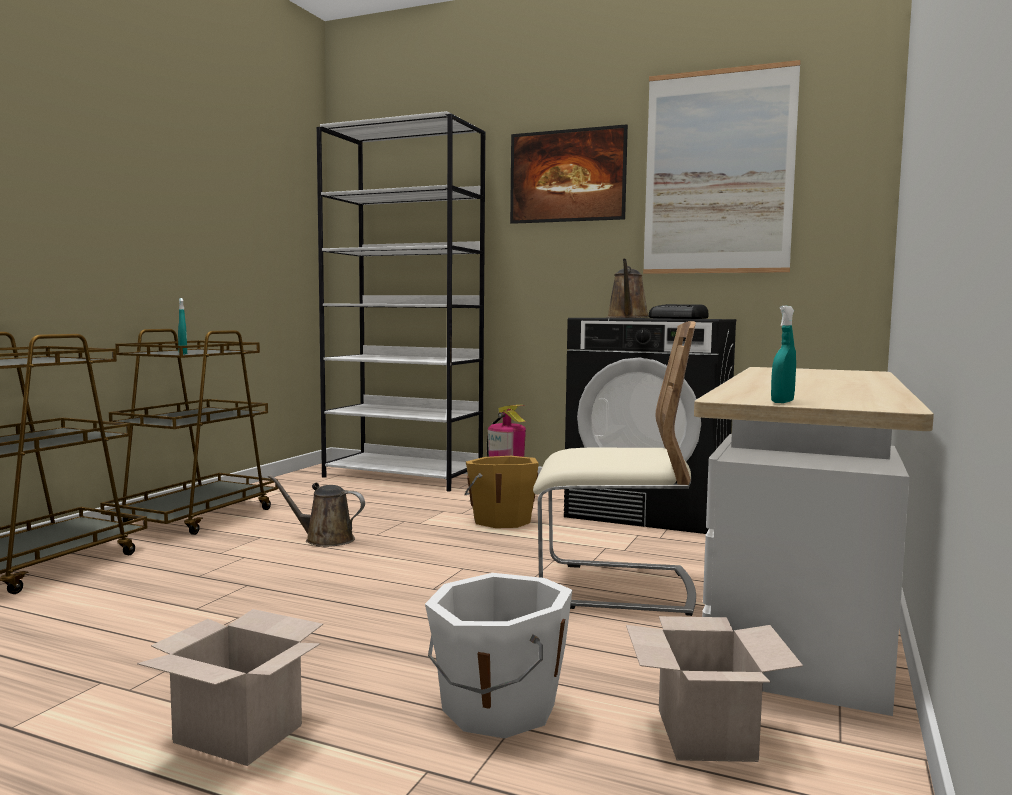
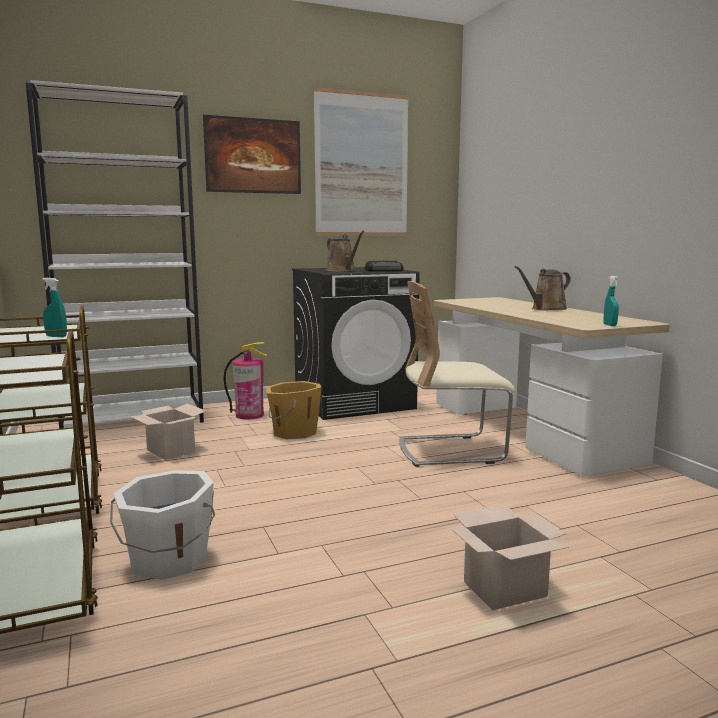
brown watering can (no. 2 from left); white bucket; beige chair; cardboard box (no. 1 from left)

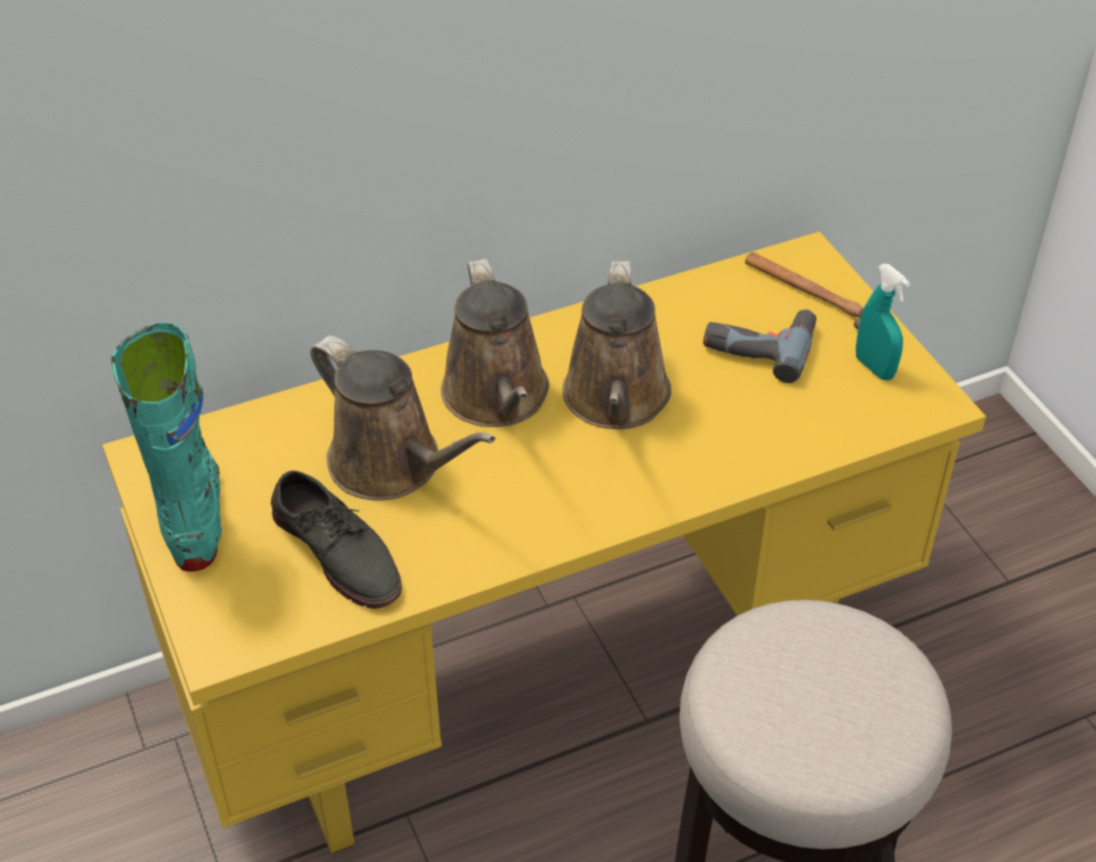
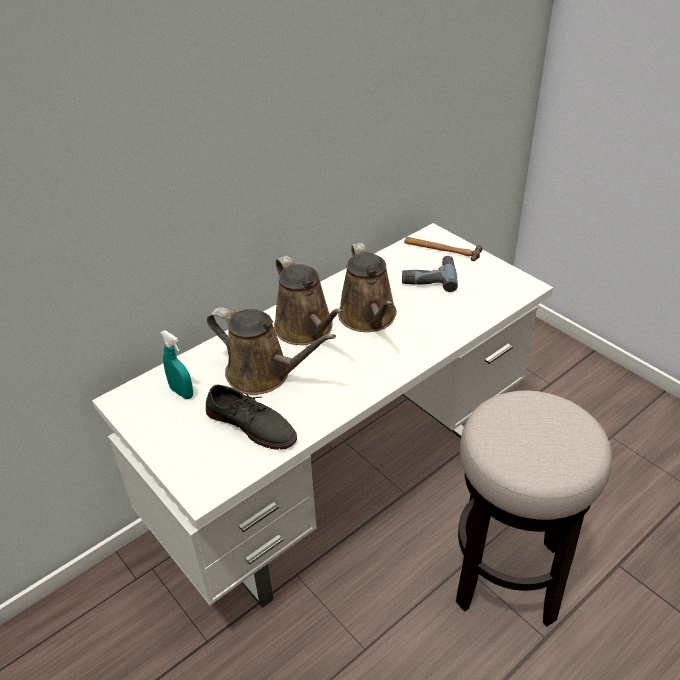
white desk; turquoise boot; turquoise spray bottle

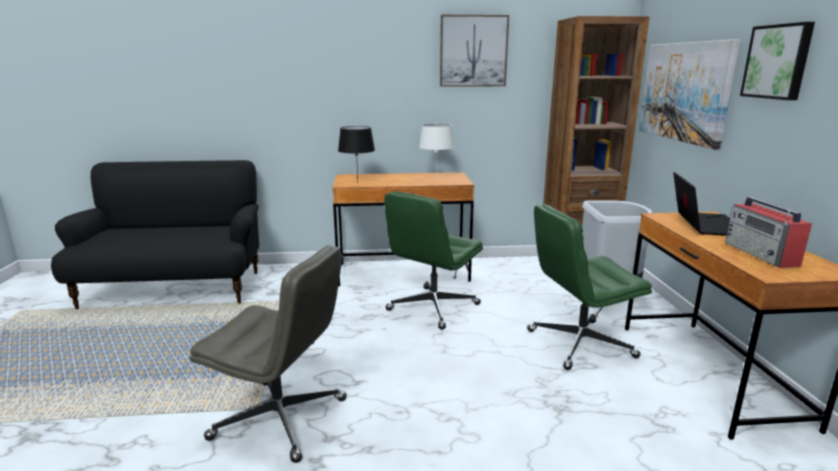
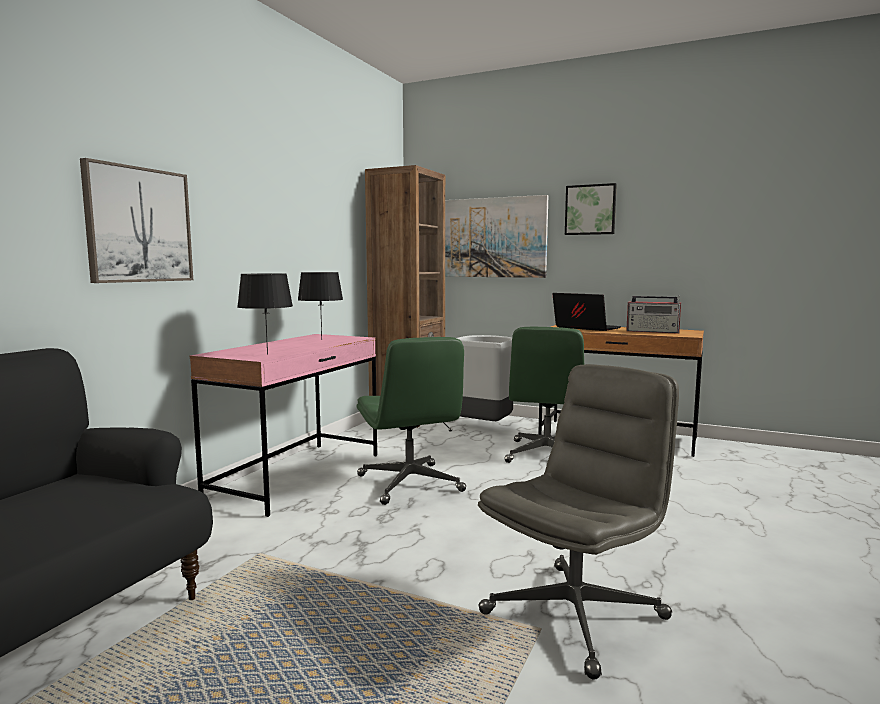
pink desk; black table lamp (no. 2 from left); picture (no. 1 from left)

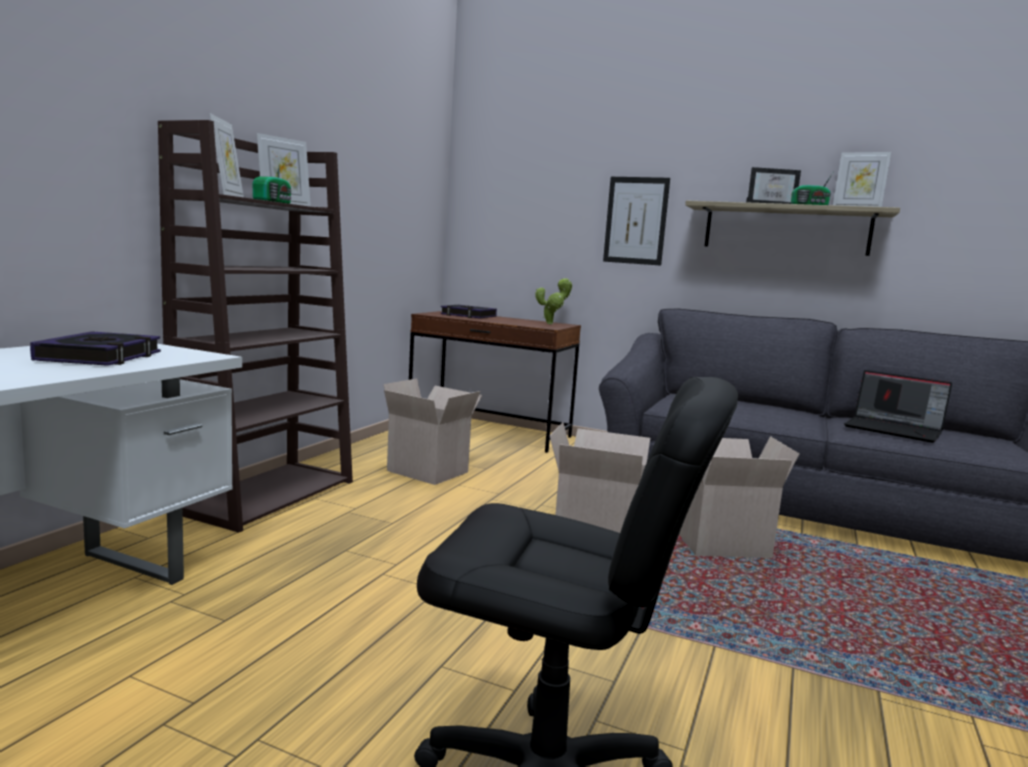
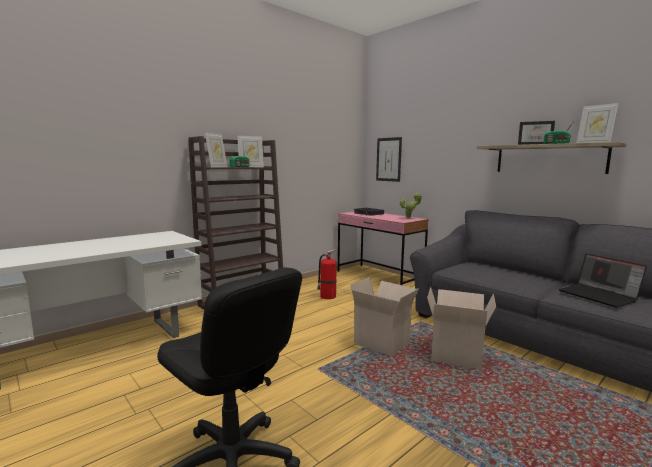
book (no. 1 from left in the first image); fire extinguisher; pink desk; picture

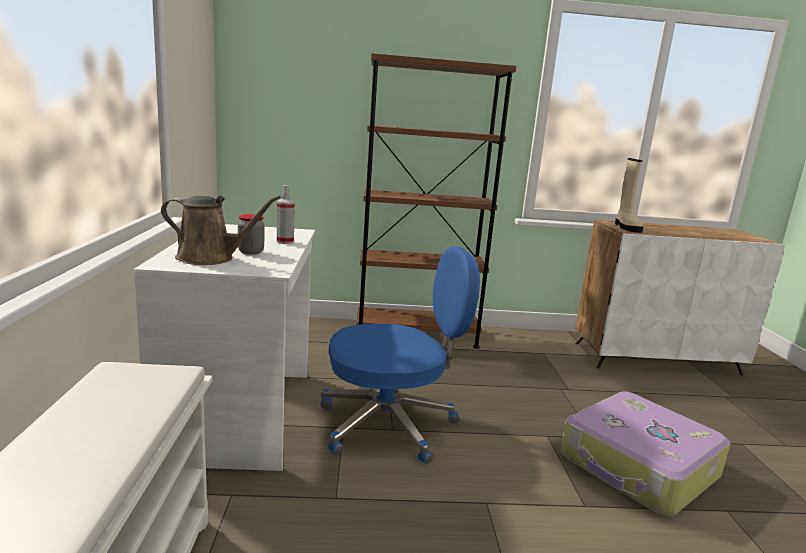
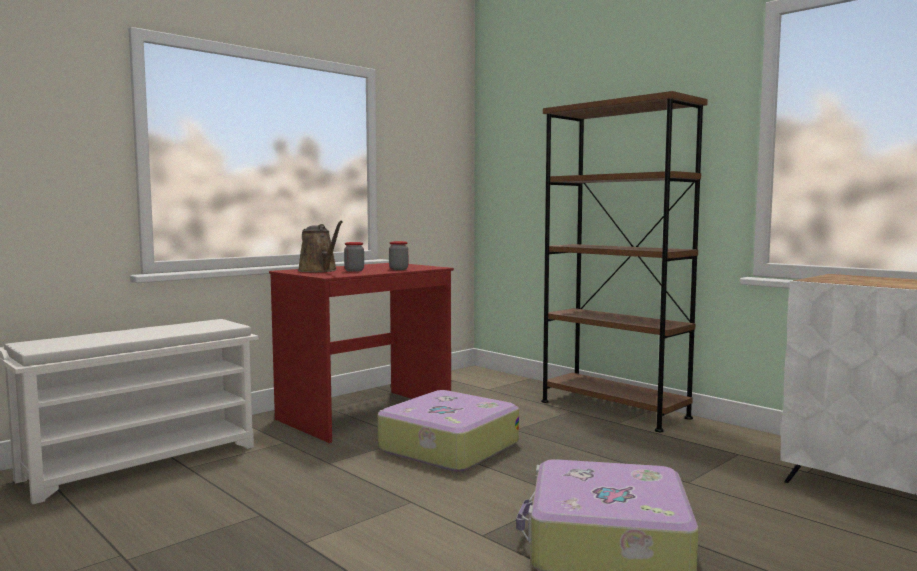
red desk; jar (no. 2 from left); suitcase (no. 1 from left); beige boot

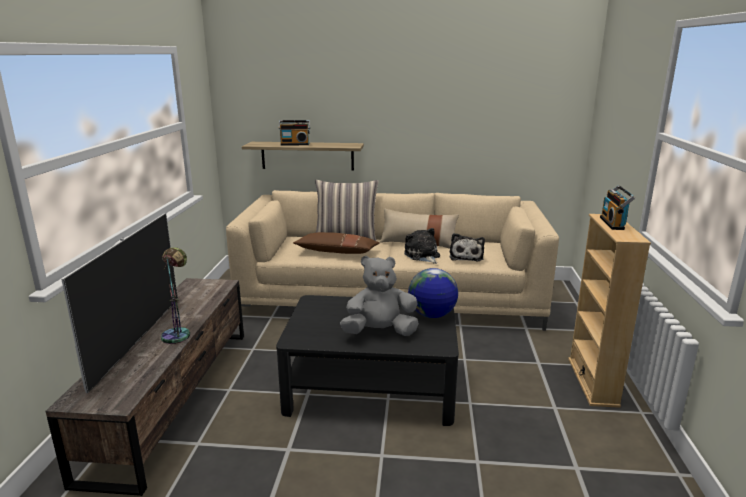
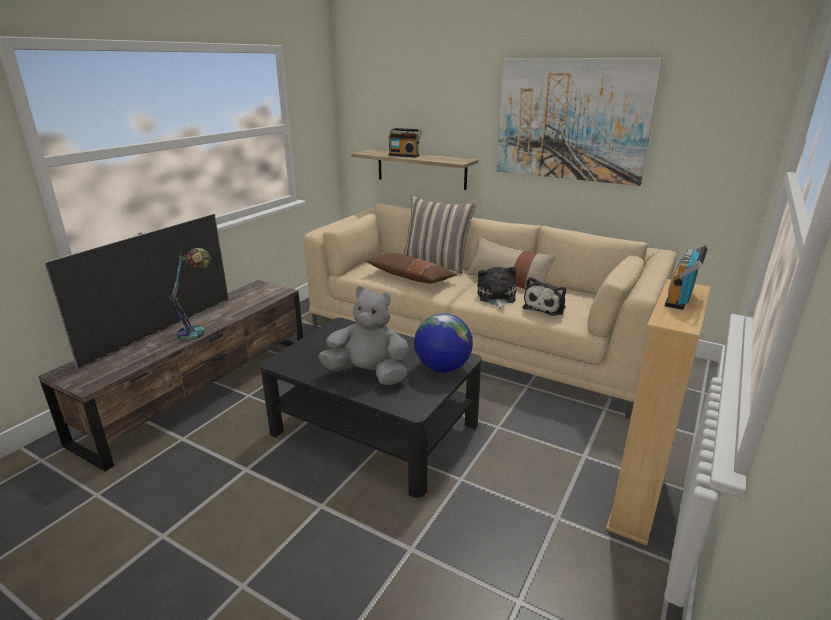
picture

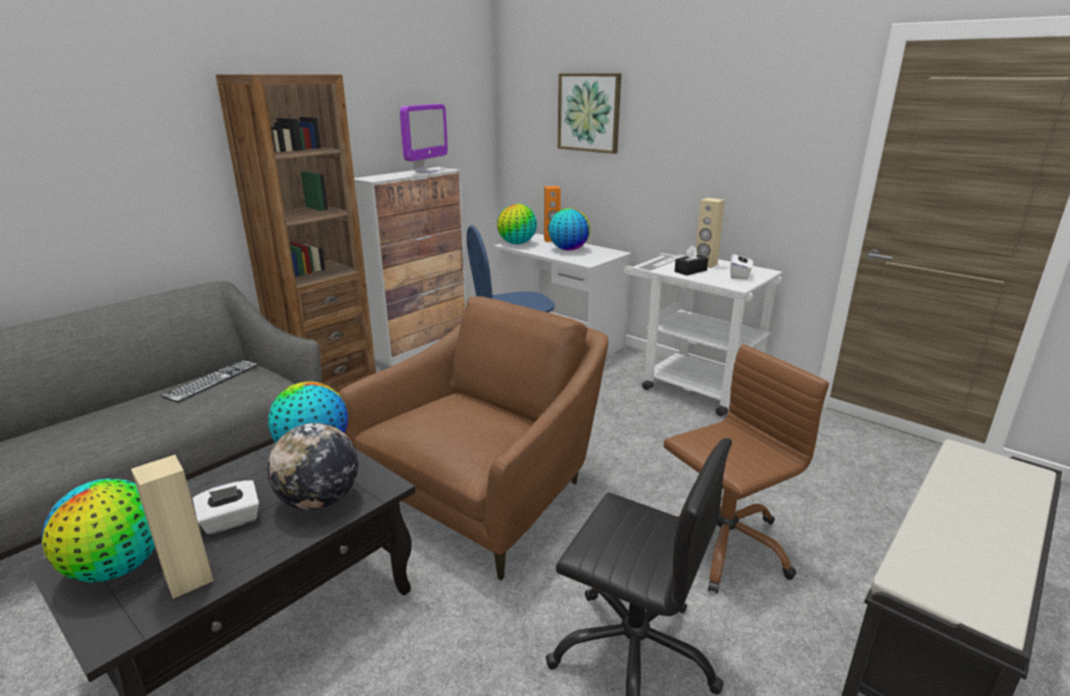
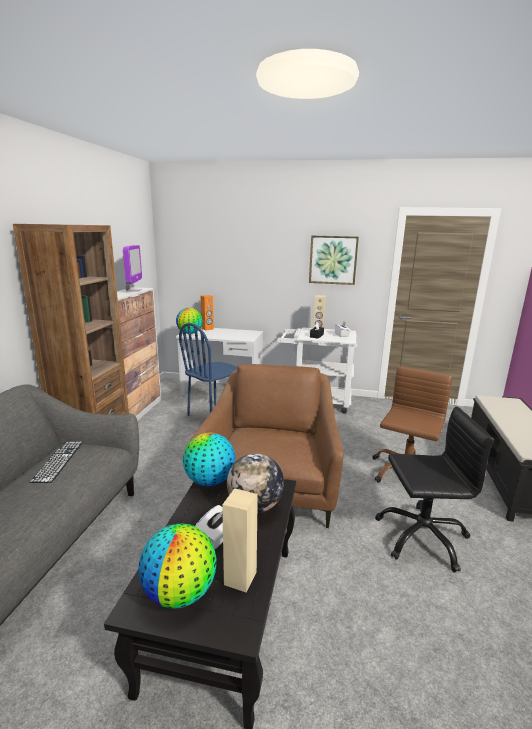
globe (no. 5 from left in the first image); picture

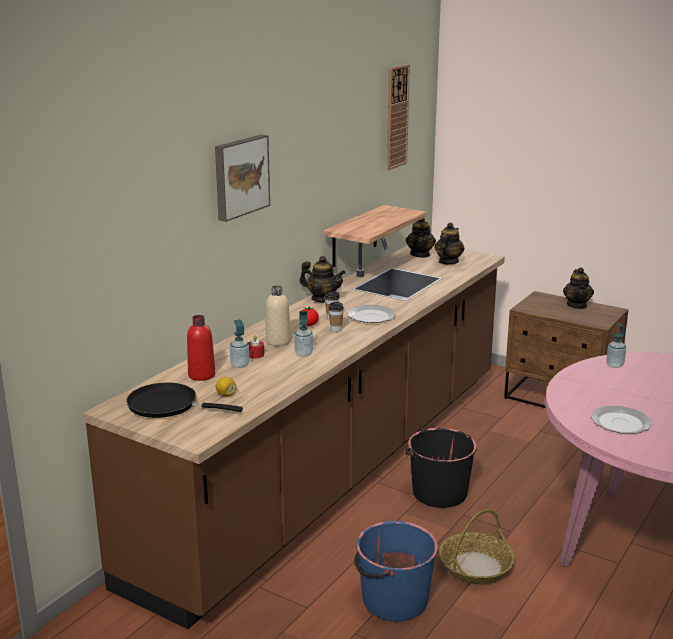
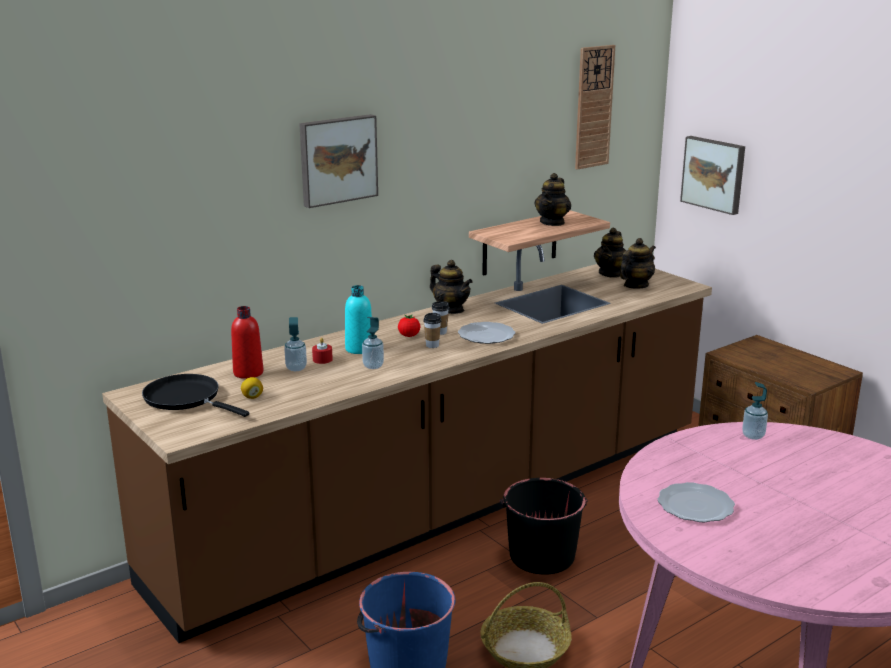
turquoise bottle; teapot (no. 2 from left); picture (no. 2 from left)

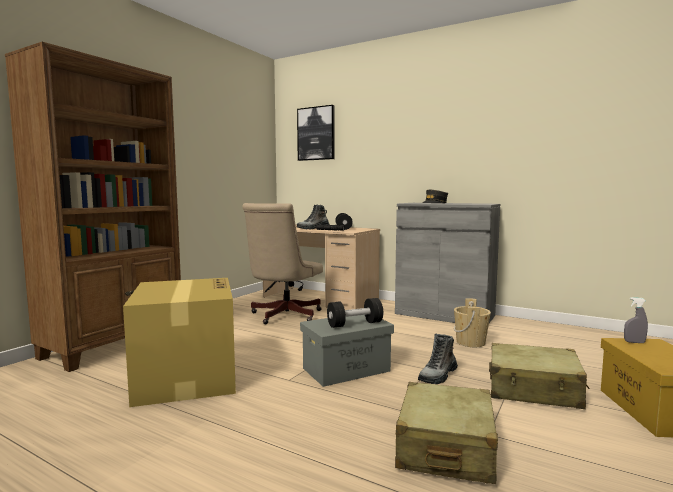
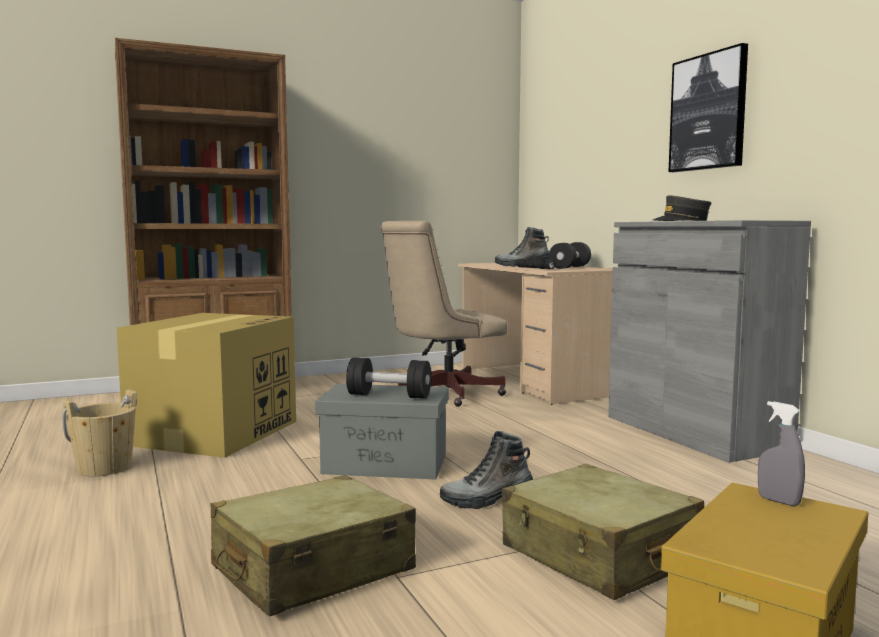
picture; beige bucket

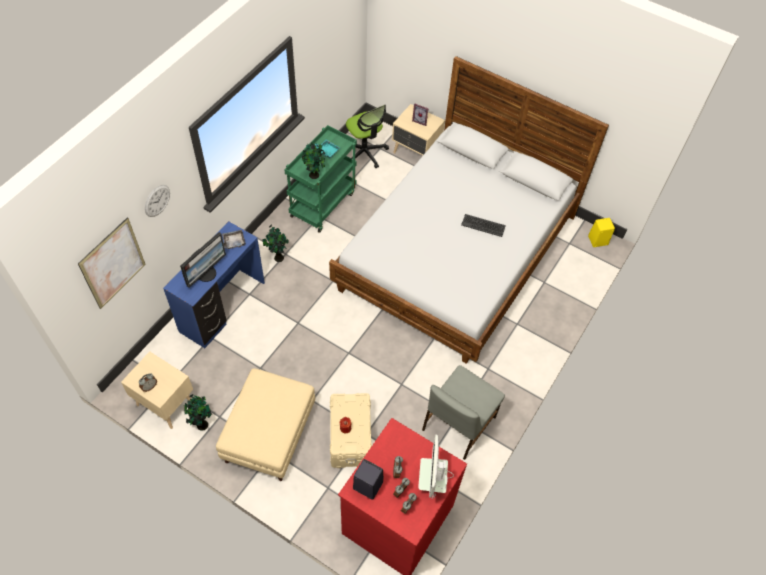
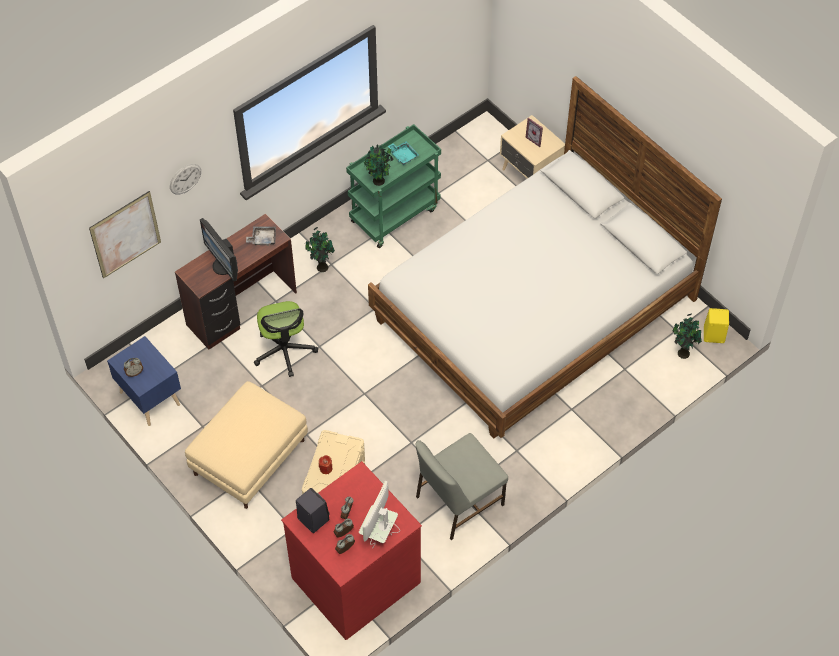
blue nightstand; brown desk; monitor (no. 1 from left); potted plant (no. 3 from left); office chair; keyboard

